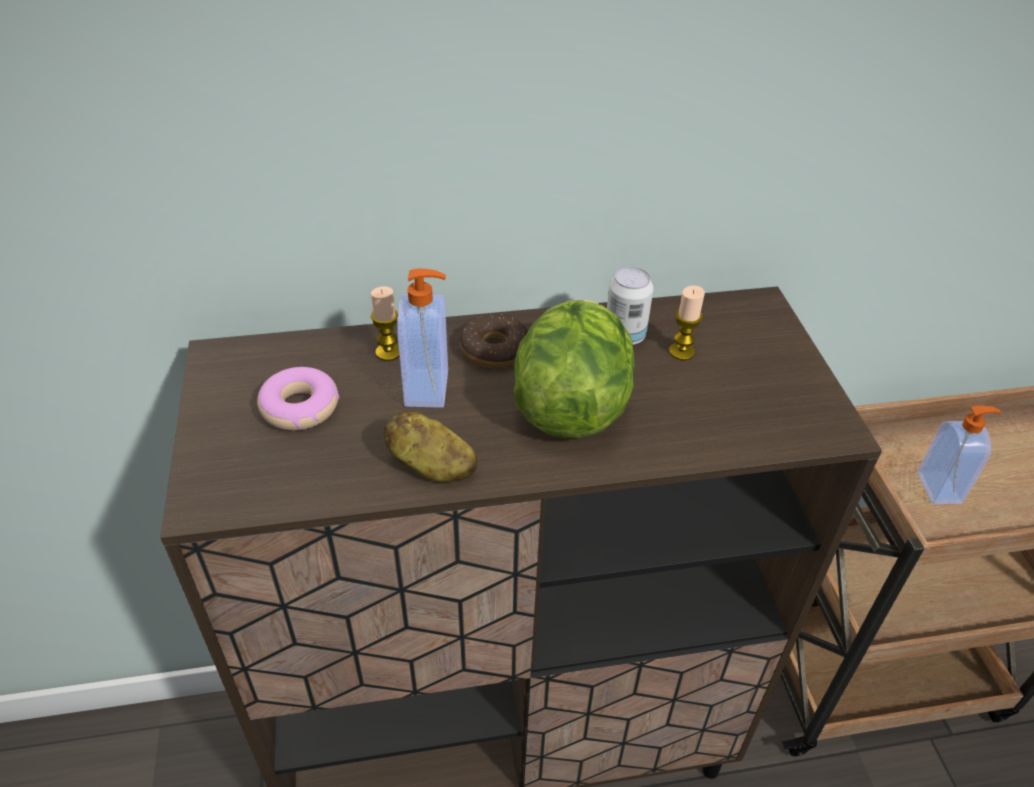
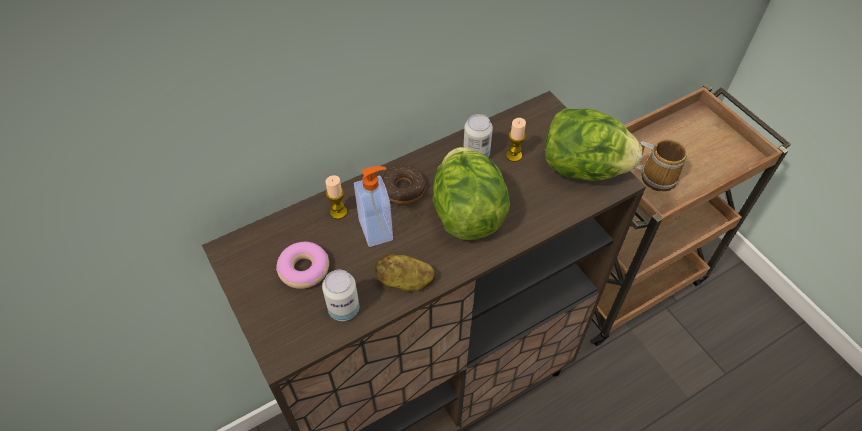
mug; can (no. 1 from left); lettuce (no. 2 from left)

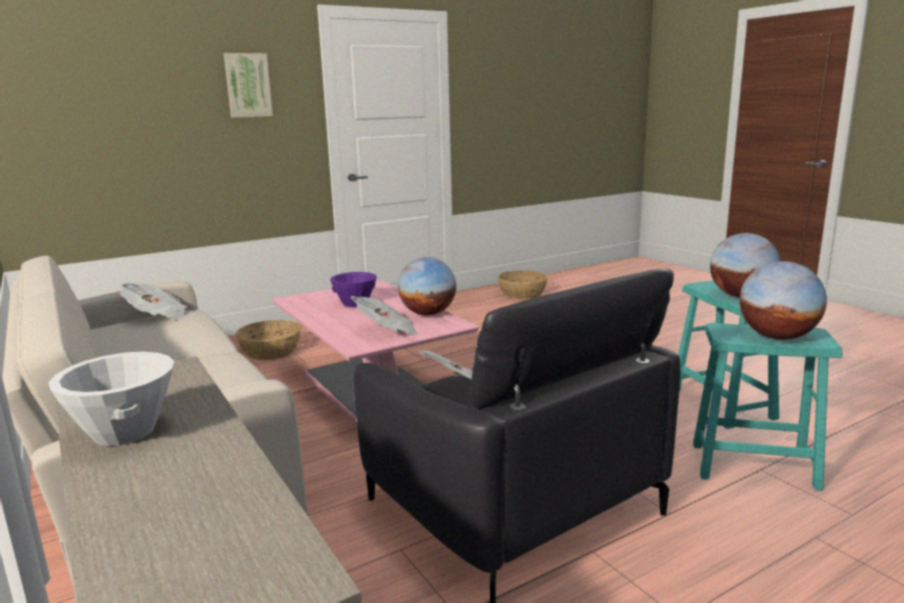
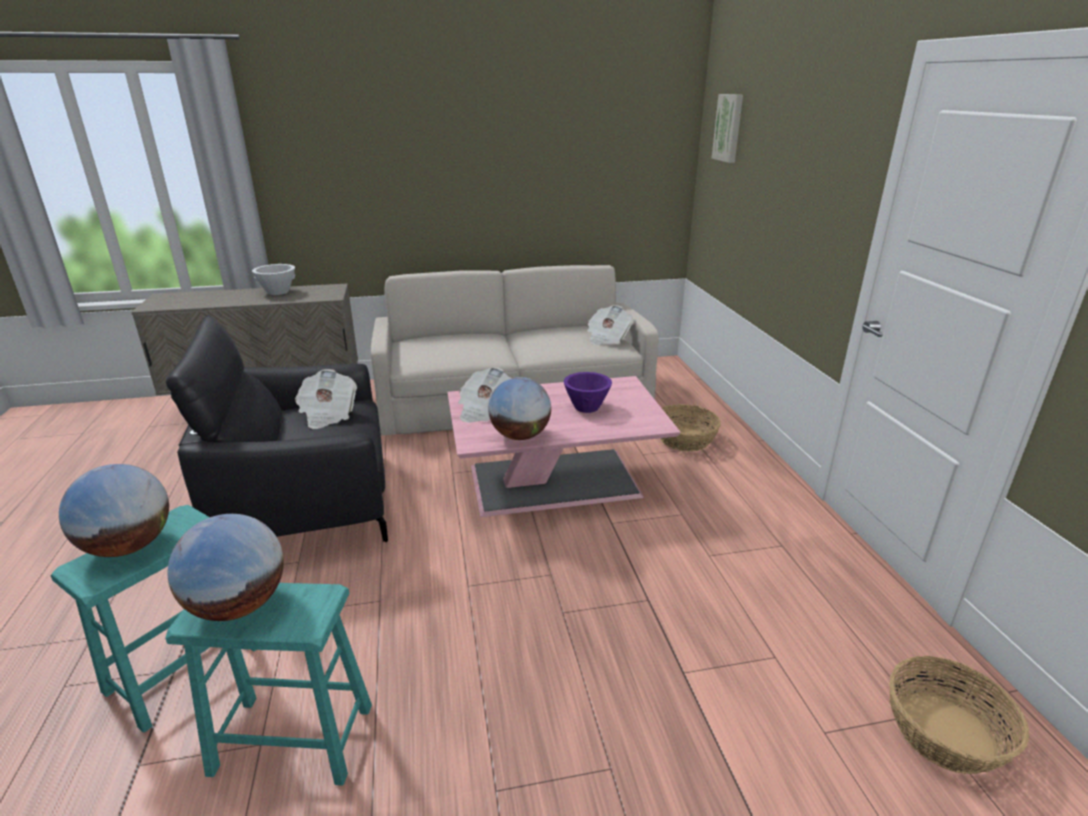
picture

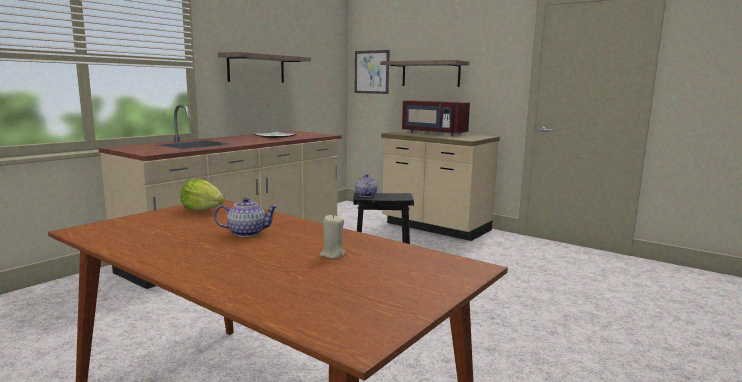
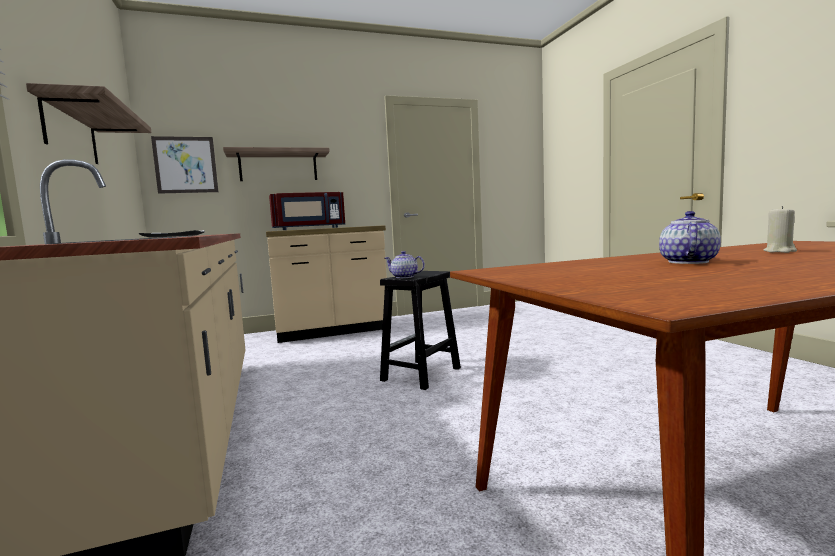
lettuce

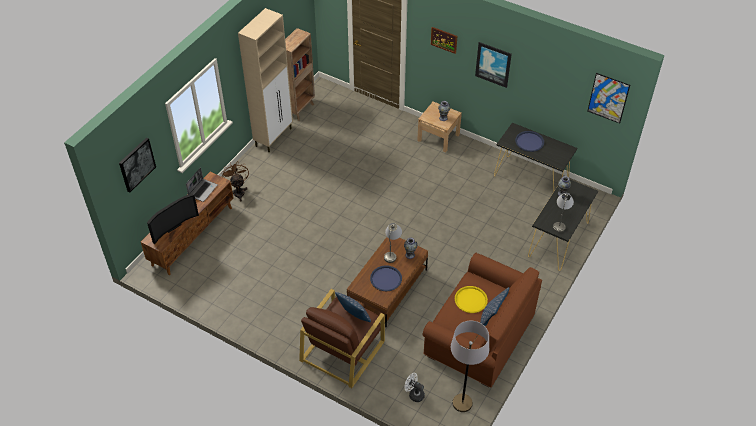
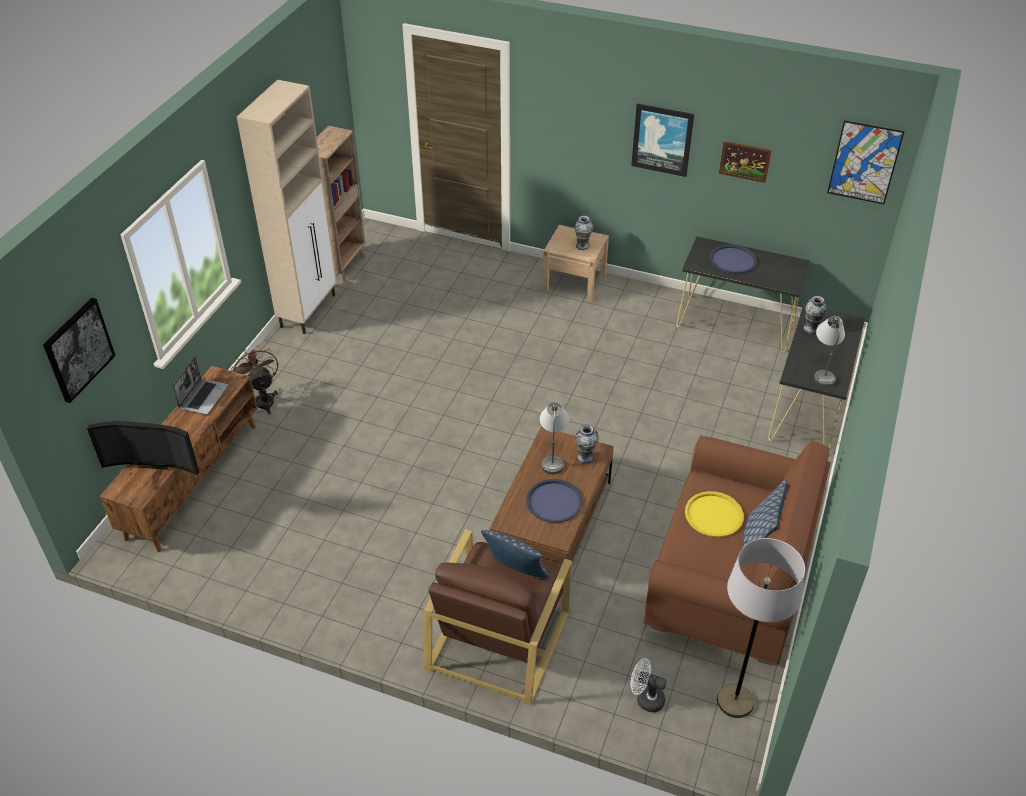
television; picture (no. 3 from left)

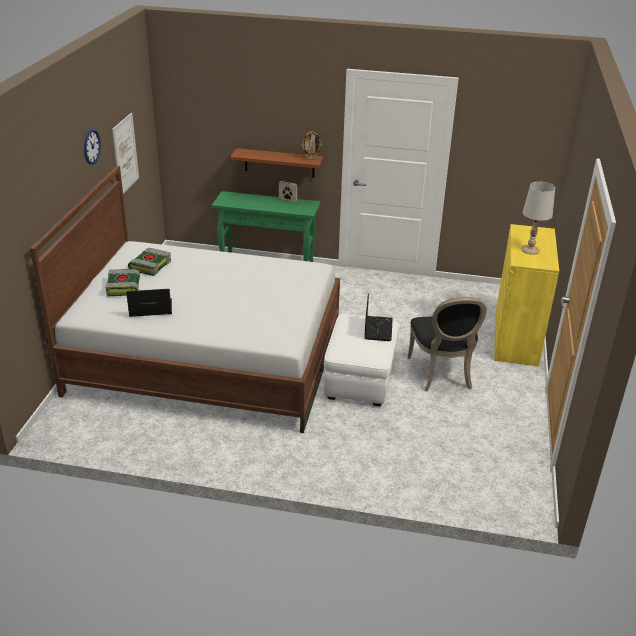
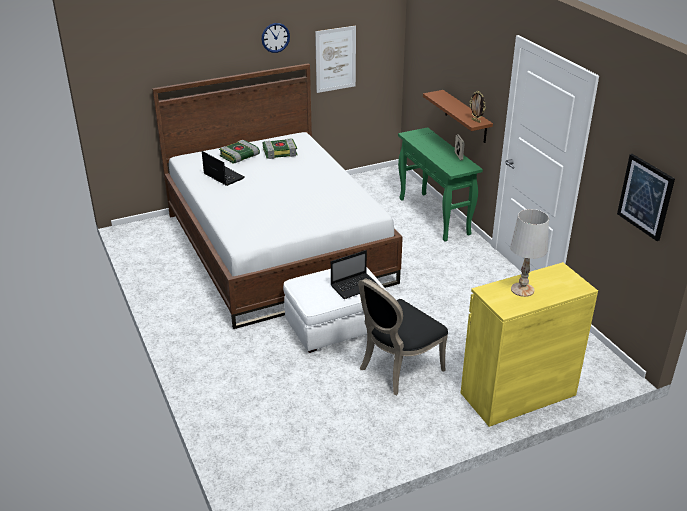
picture (no. 2 from left)

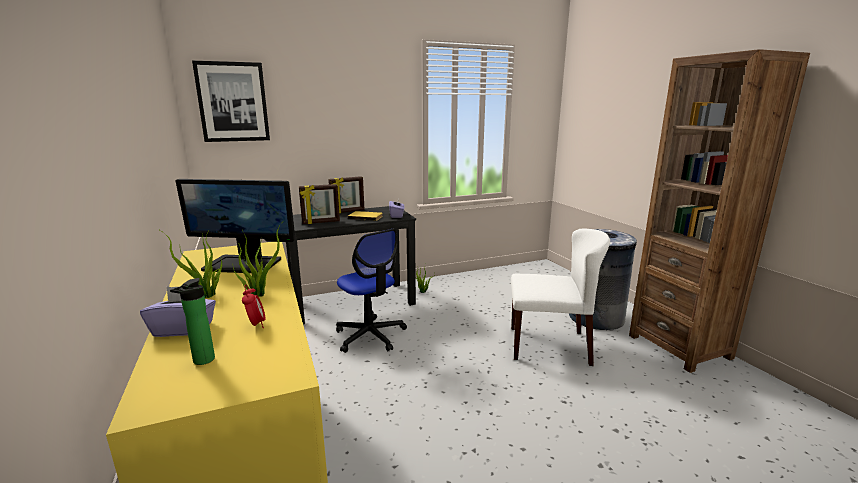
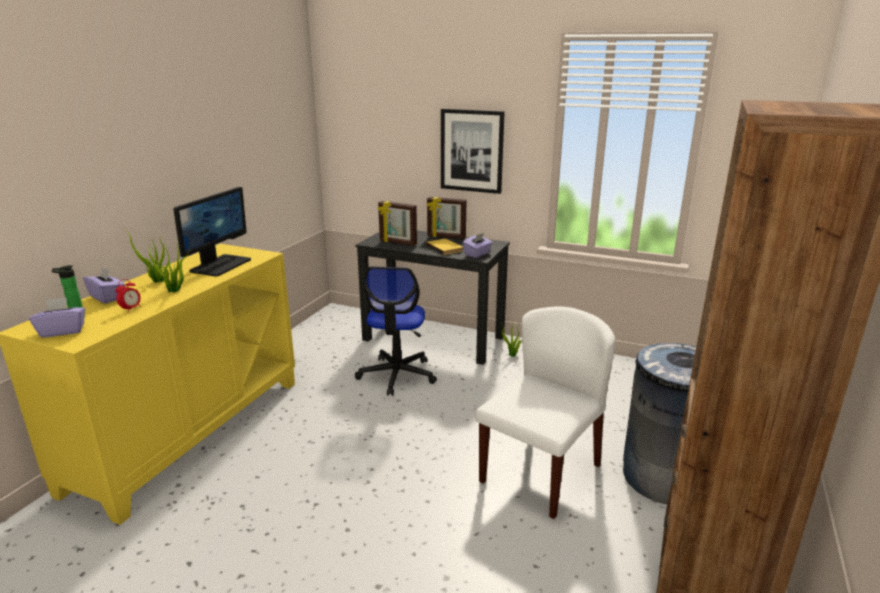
monitor; picture; white chair; purple tissue box (no. 1 from left)

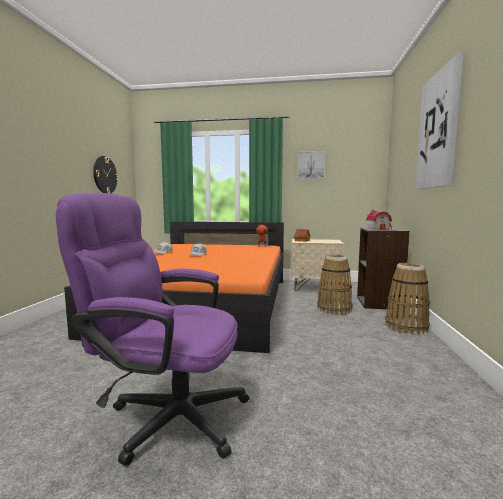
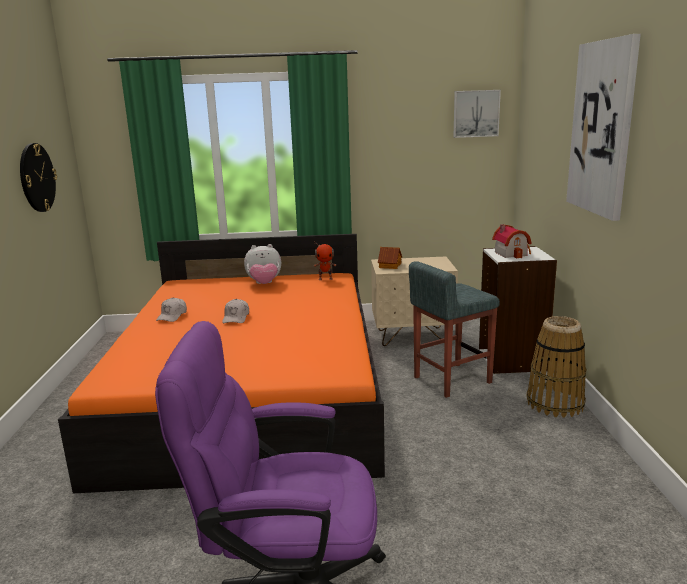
picture (no. 1 from left); grey stool; white bookcase; plush toy

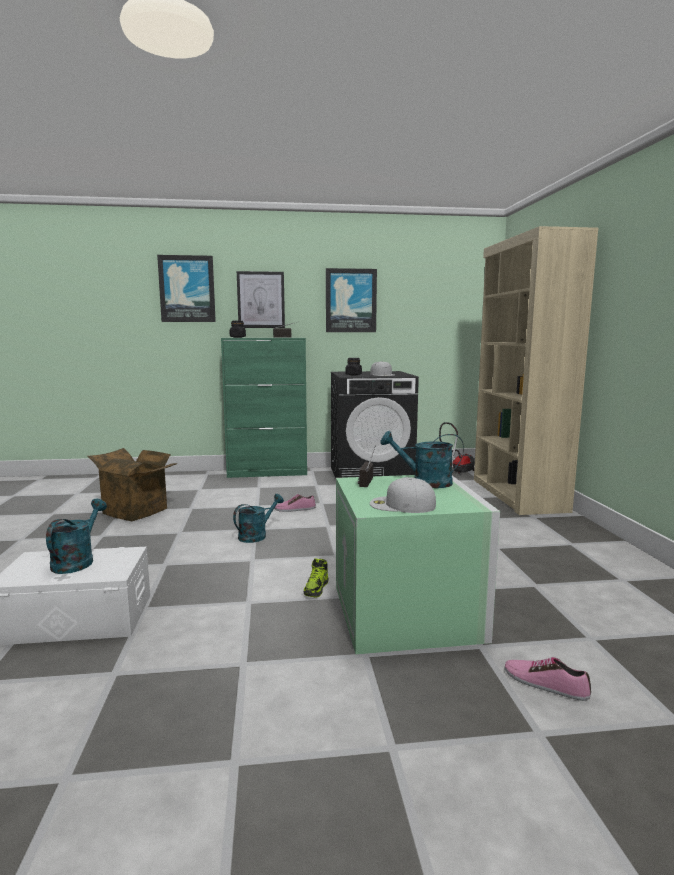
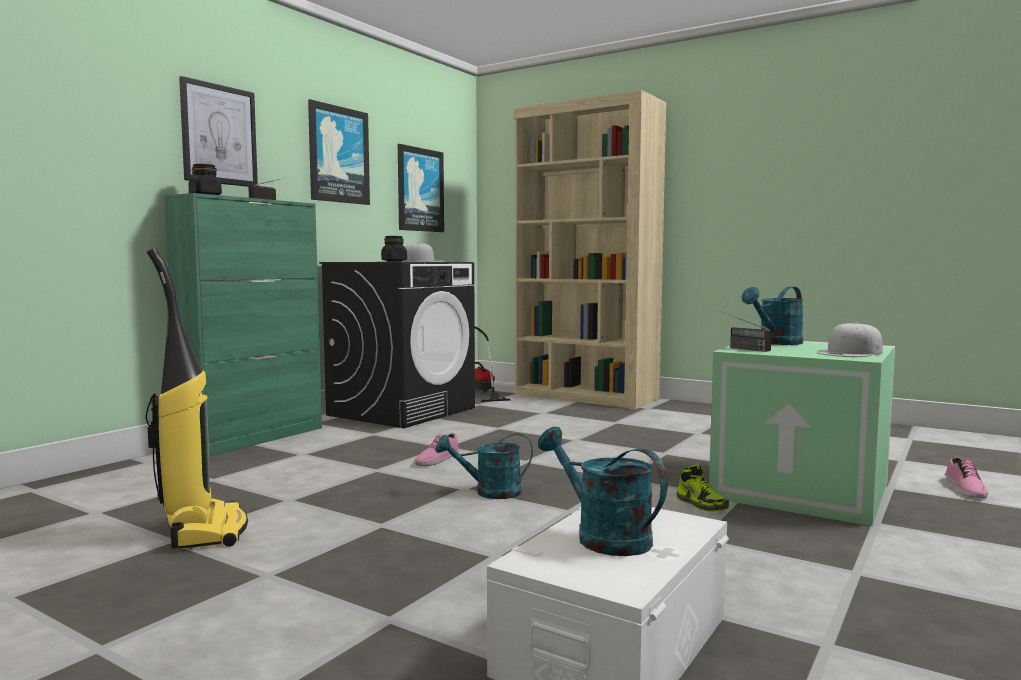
vacuum cleaner (no. 1 from left); picture (no. 3 from left); turquoise watering can (no. 1 from left); shoe (no. 3 from left)

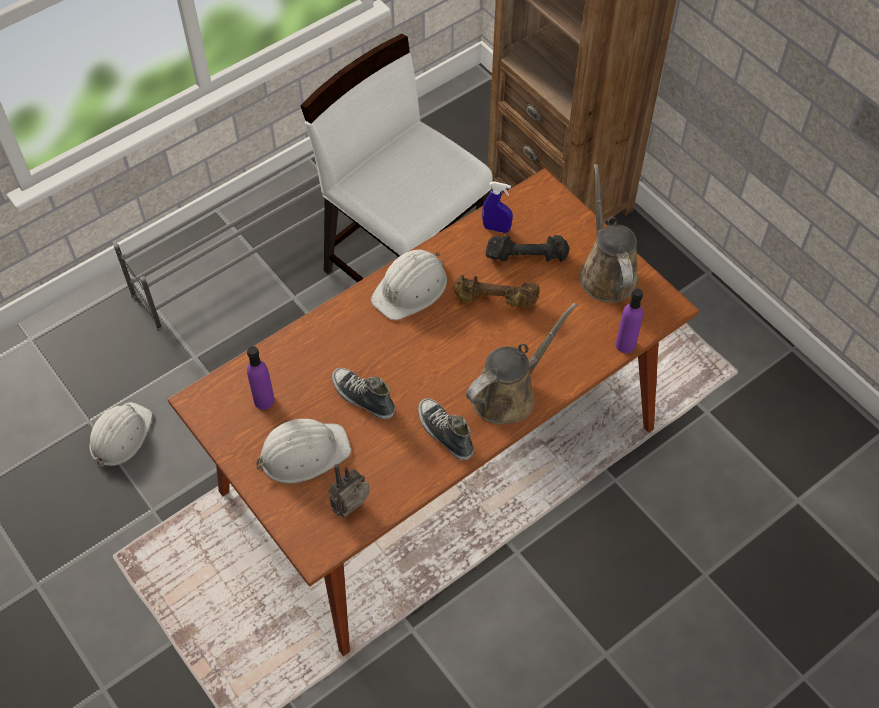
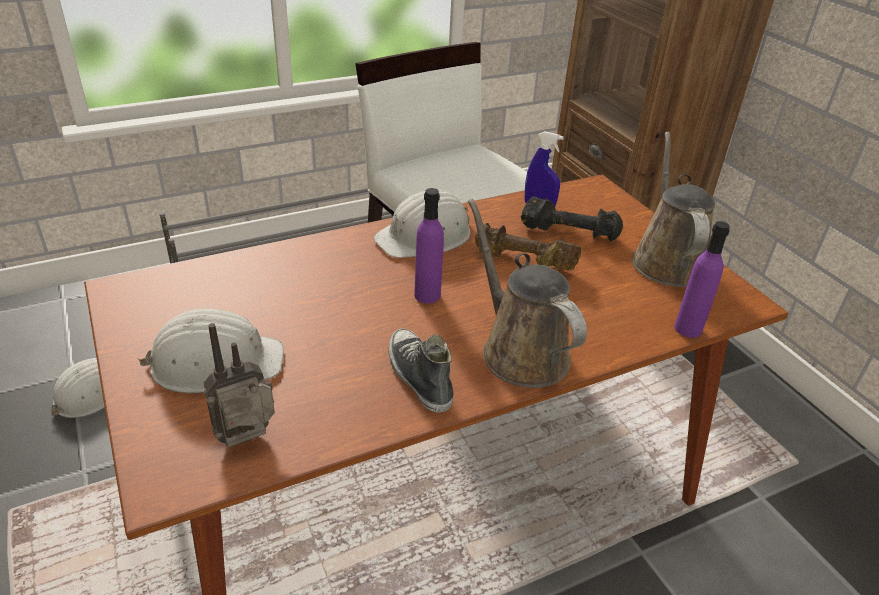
purple bottle (no. 1 from left); shoe (no. 1 from left in the first image); brown watering can (no. 1 from left)

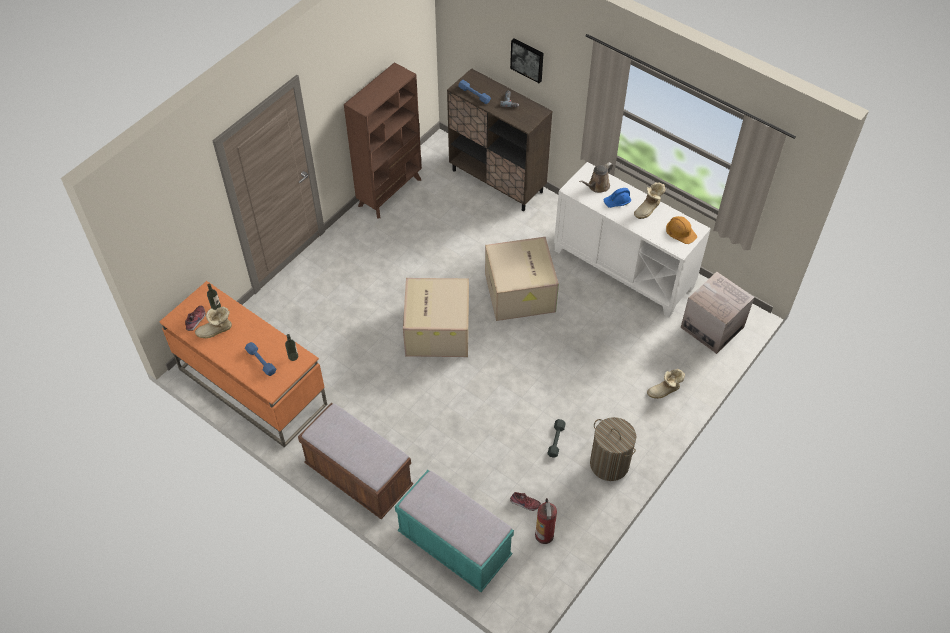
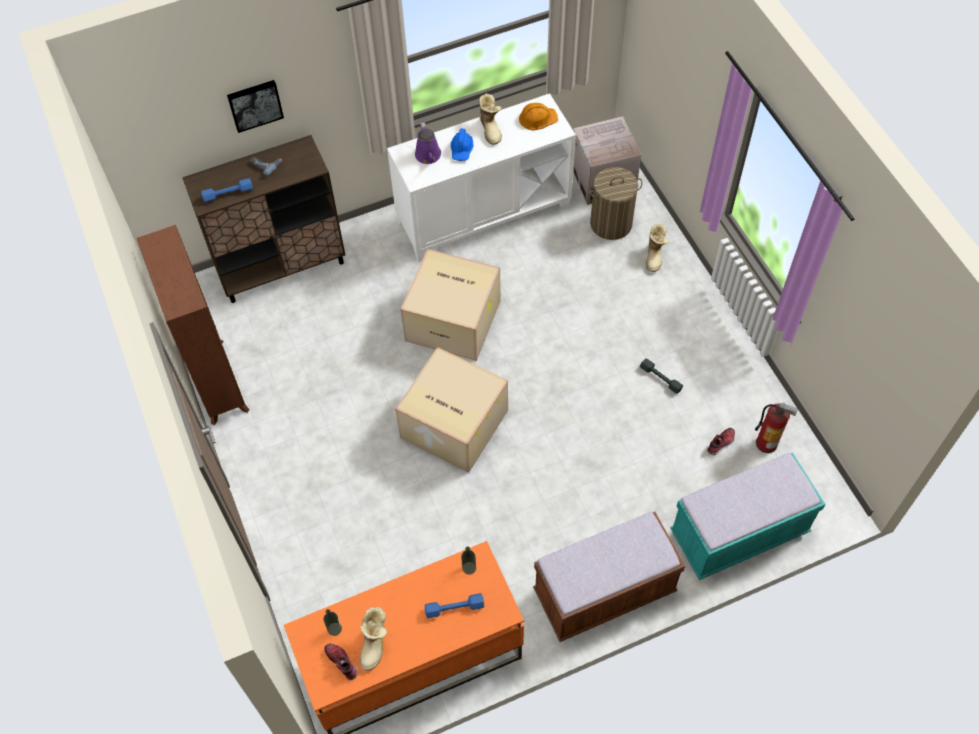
purple watering can; laundry basket

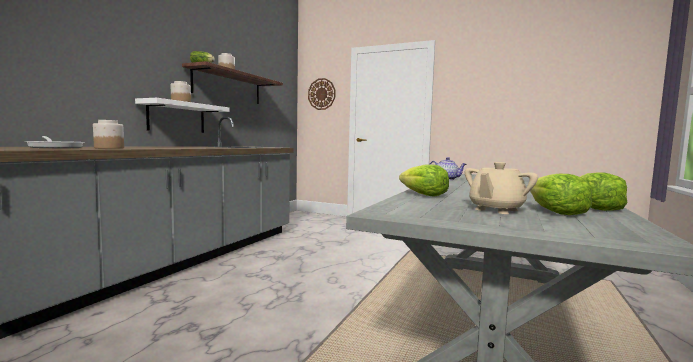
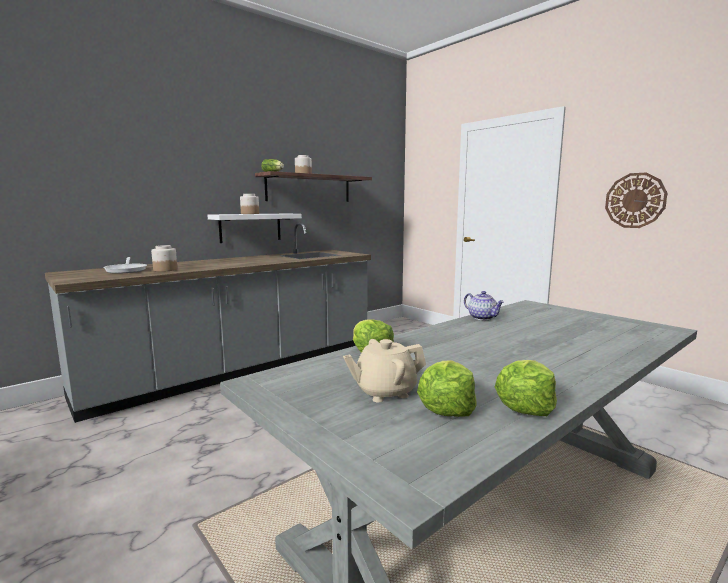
wall clock

